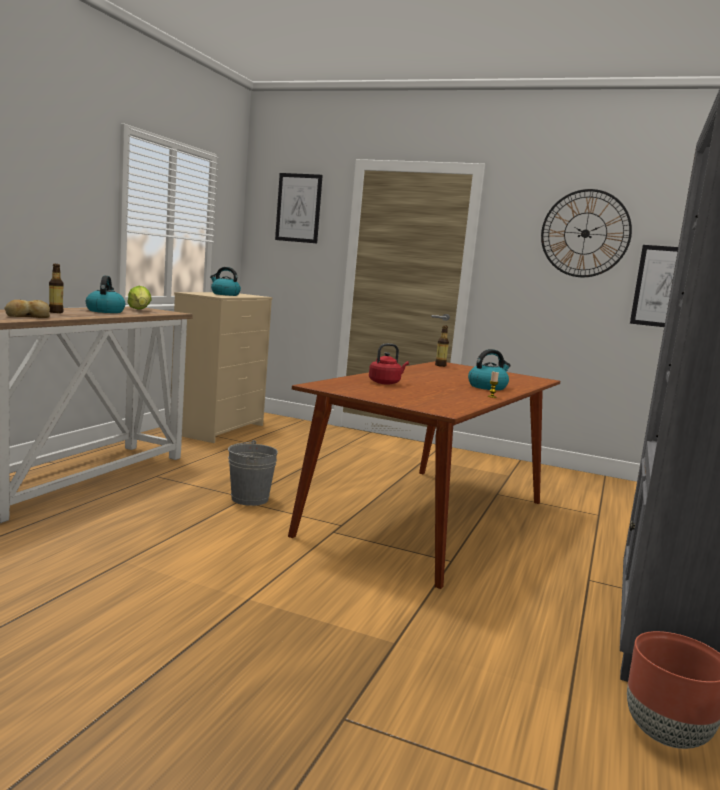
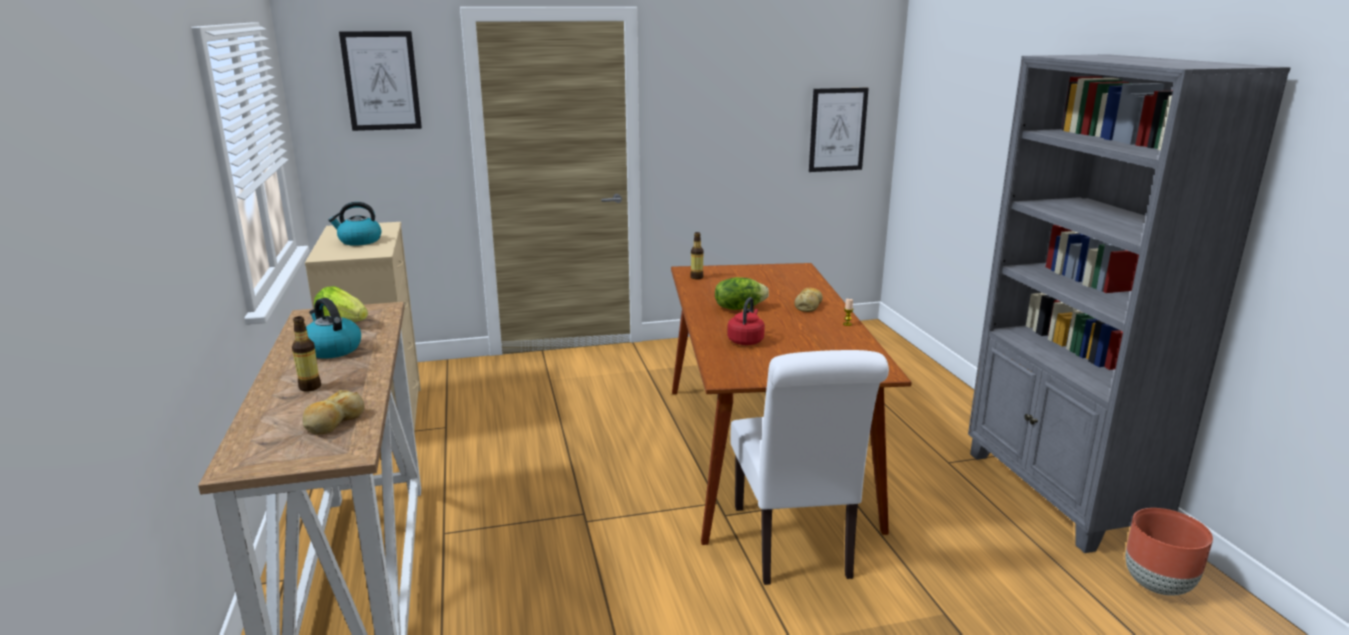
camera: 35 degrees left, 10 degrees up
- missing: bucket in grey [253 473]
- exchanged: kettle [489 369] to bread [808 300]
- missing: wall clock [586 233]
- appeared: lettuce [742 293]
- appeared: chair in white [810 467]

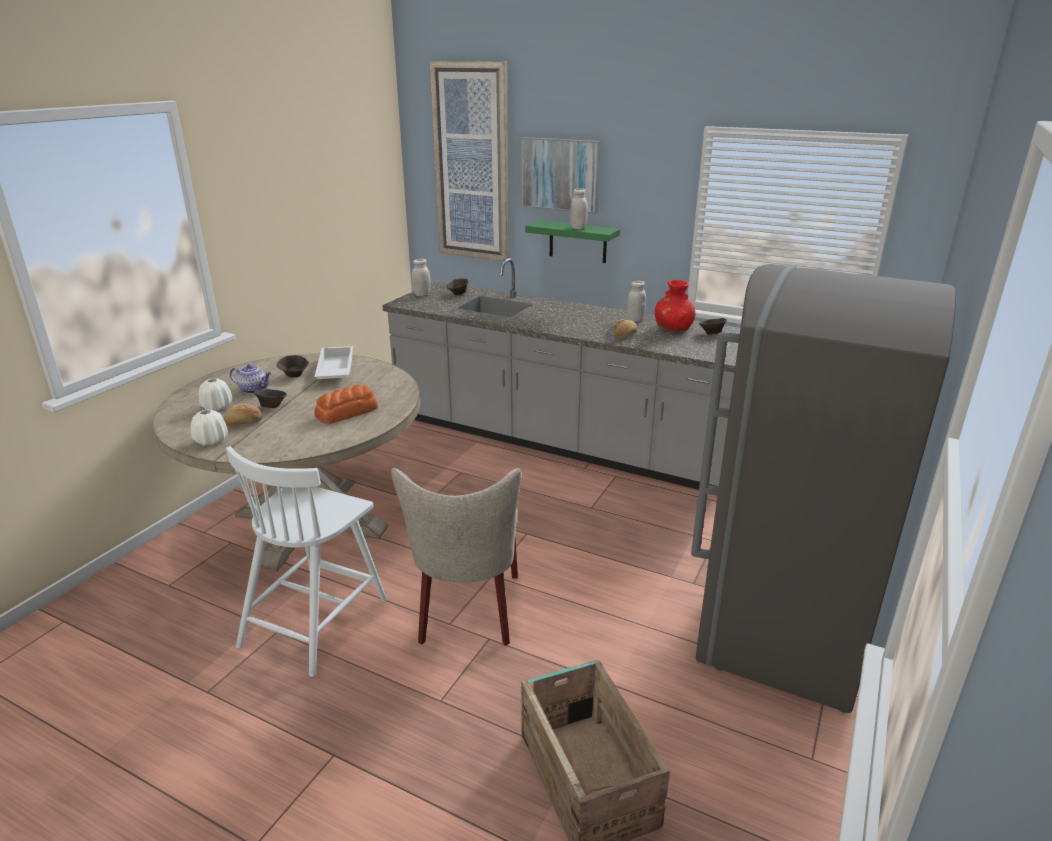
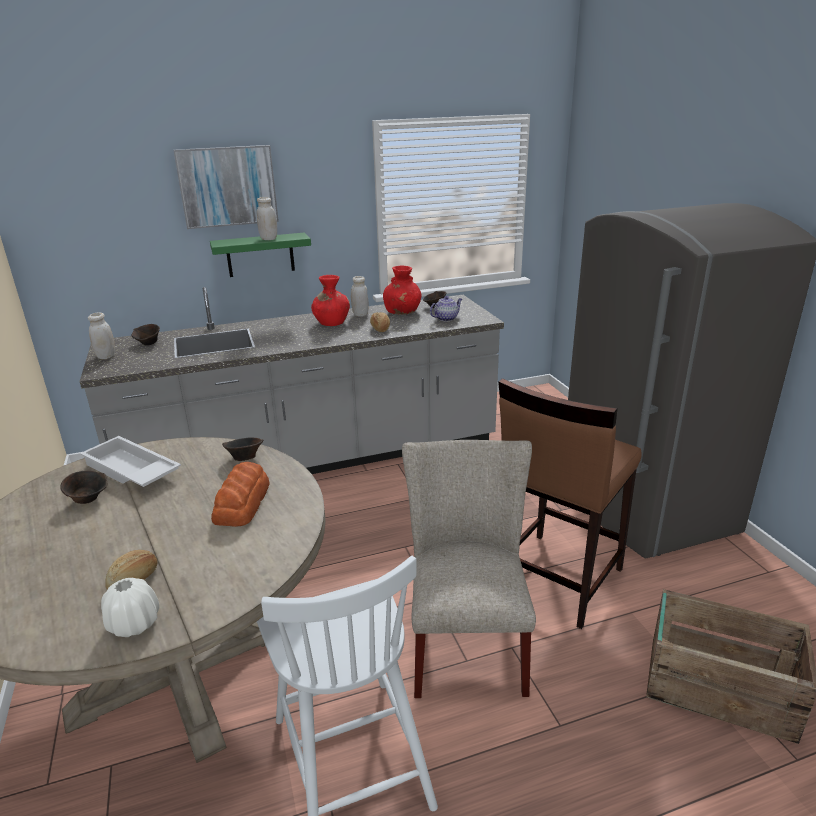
camera: 45 degrees left, 0 degrees up
- missing: vase in white [215 394]
- relocated: teapot [250 378] to [446 308]
- relocated: bowl in brown [270 398] to [242 449]
- spun: chair in beige [456 557] = [469 569] 135 degrees counterclockwise
- missing: picture [469 161]
- appeared: vase in red [330 300]
- appeared: stool in brown [570 503]

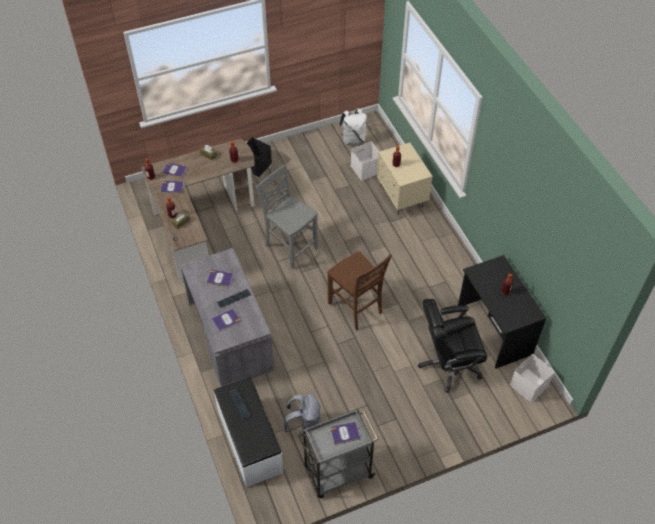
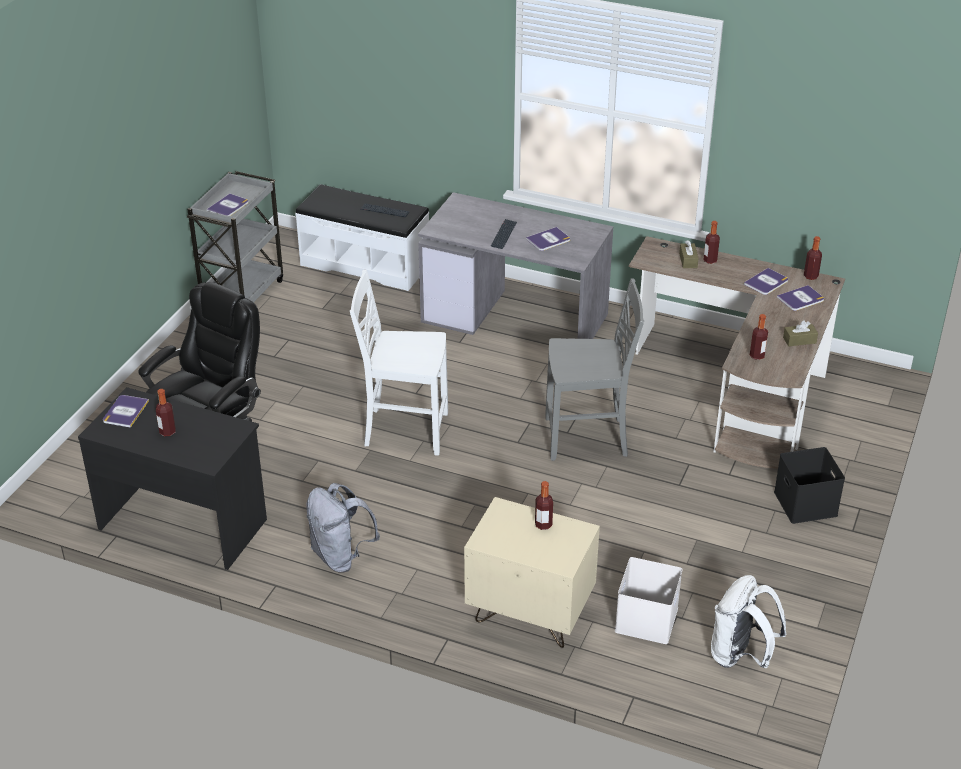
camera: 135 degrees right, 15 degrees down
- relocated: book [225 319] to [126 411]
- relocated: backpack in grey [302 415] to [343 528]
- colour: chair in brown [359 291] to chair in white [399 362]
- missing: storage box in white [532 378]

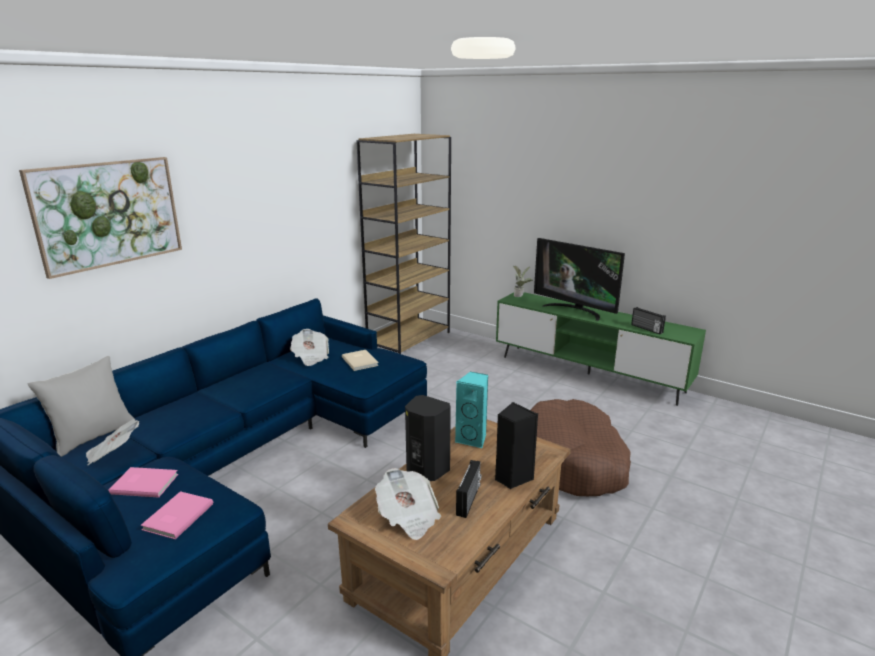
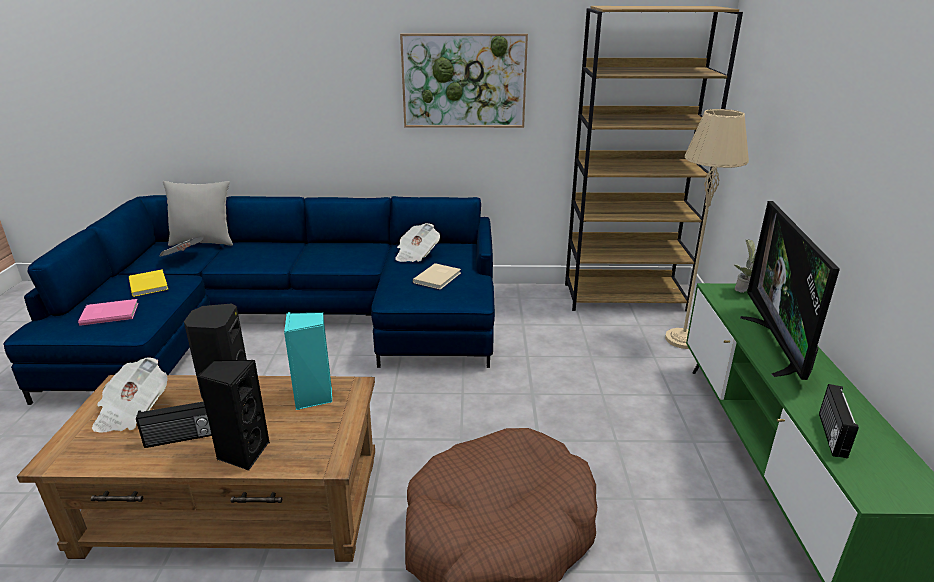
camera: 55 degrees right, 5 degrees up
- relocated: picture [100 218] to [464 81]
- colour: book in pink [143 482] to book in yellow [148 283]
- appeared: floor lamp in beige [707 229]

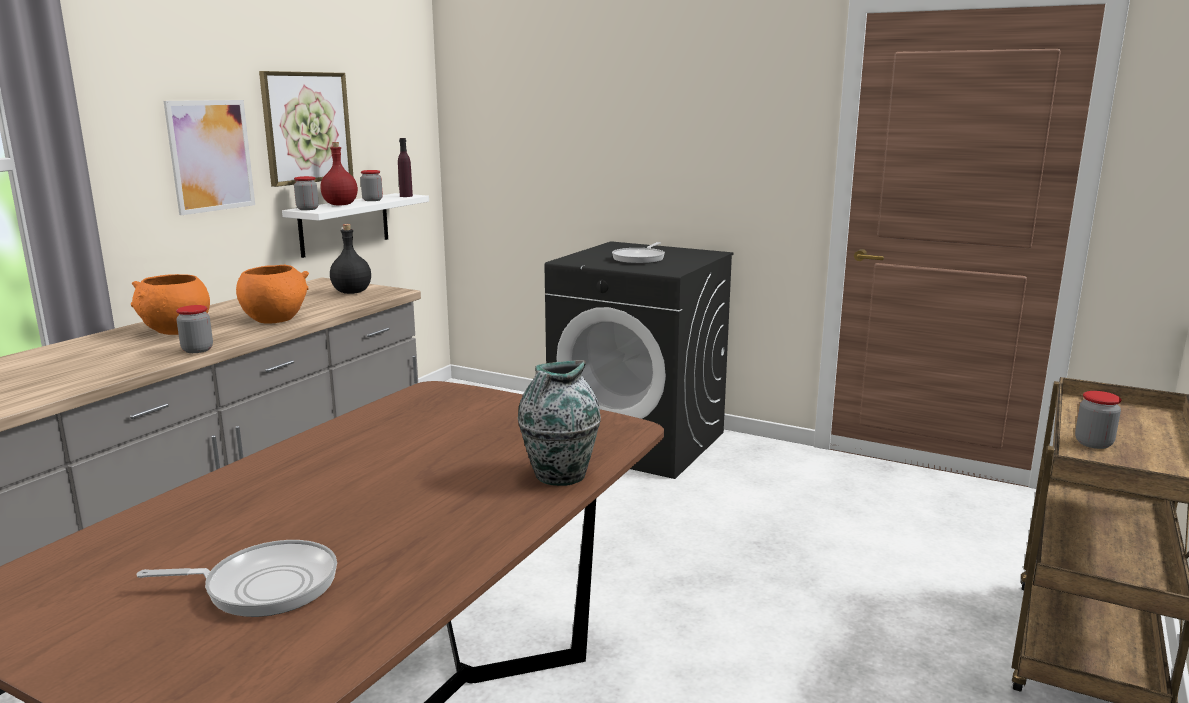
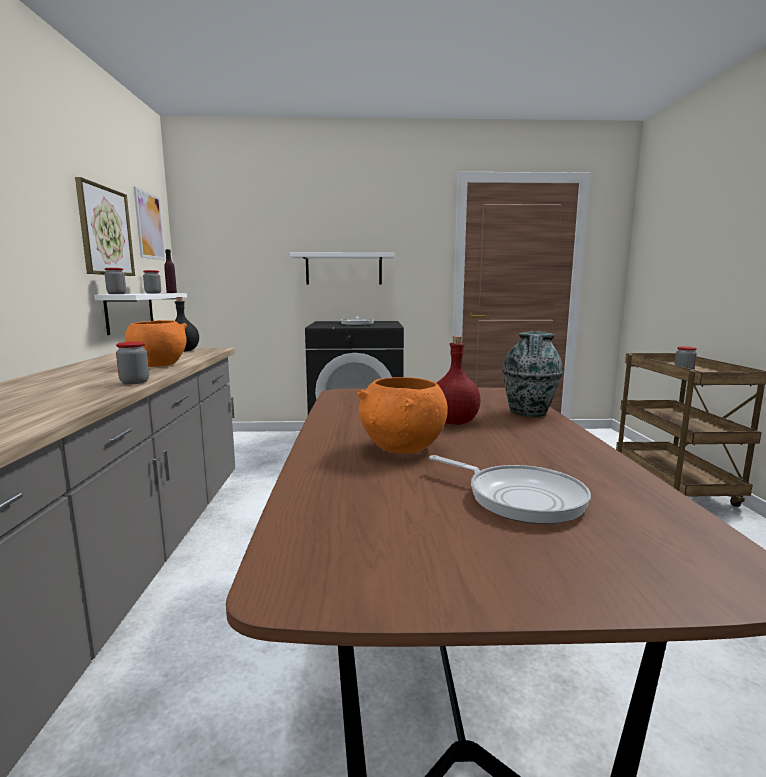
camera: 30 degrees left, 5 degrees down
- relocated: bowl in orange [170 304] to [402 415]
- spun: frying pan [236 578] = [510 489] 75 degrees clockwise
- relocated: picture [209 157] to [149 223]
- relocated: bottle in red [339 174] to [459 380]
- appeared: shelf in white [342 268]

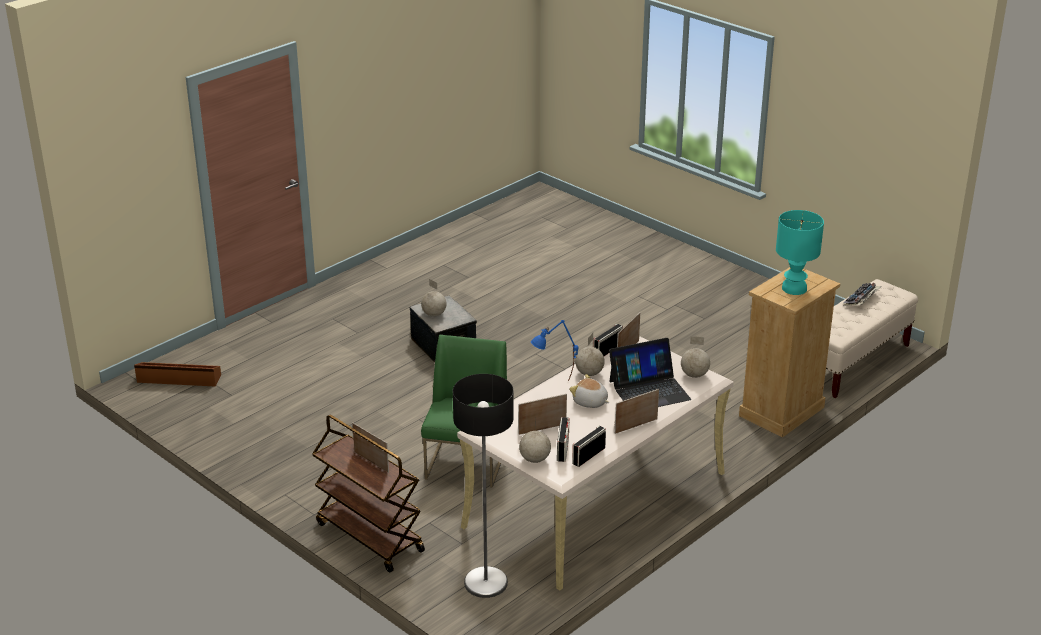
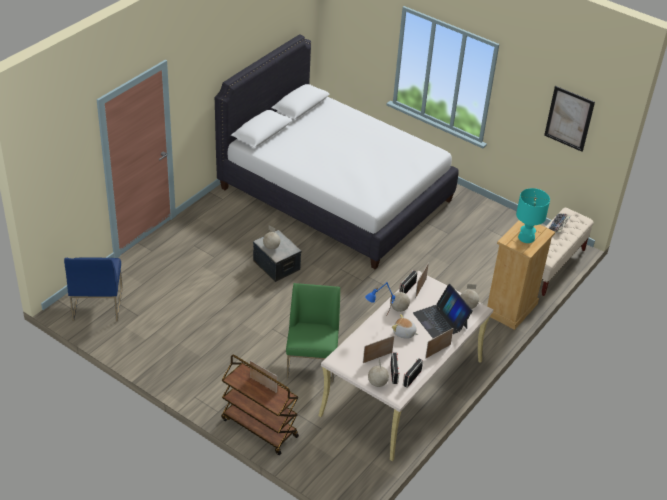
camera: 10 degrees left, 10 degrees up
- exchanged: storage box in brown [177 374] to chair in blue [93 289]
- missing: floor lamp [483 486]
- spun: laptop [650 372] = [443 311] 90 degrees clockwise
- appeared: bed in white [337 151]
- appeared: picture [569 119]

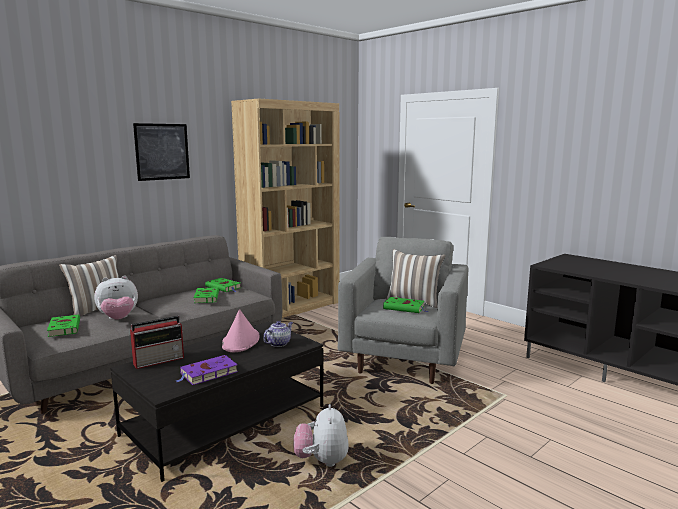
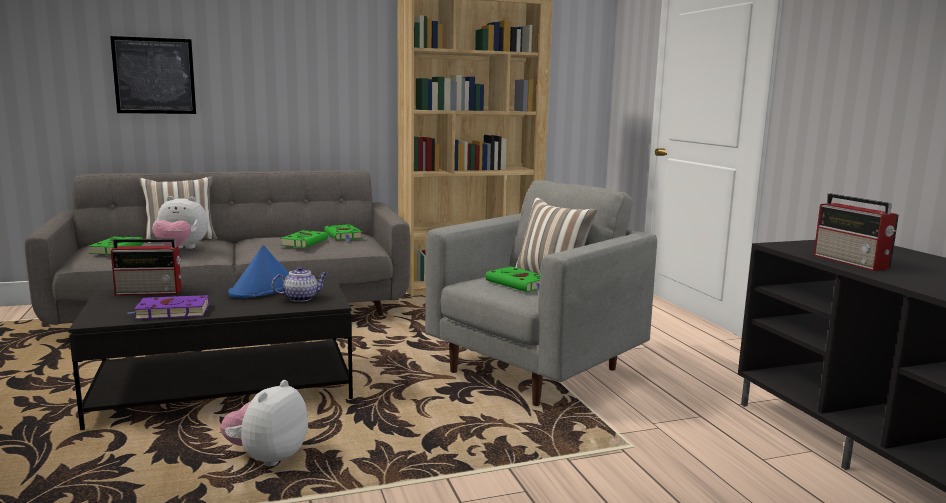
camera: 25 degrees right, 0 degrees up
- relocated: picture [161 152] to [153 75]
- colour: hat in pink [240 330] to hat in blue [258 271]
- appeared: radio [856 232]

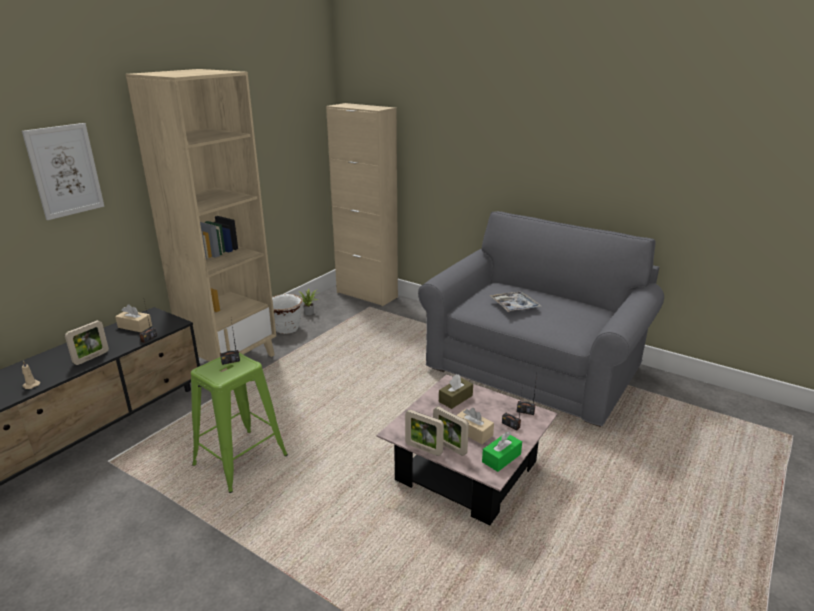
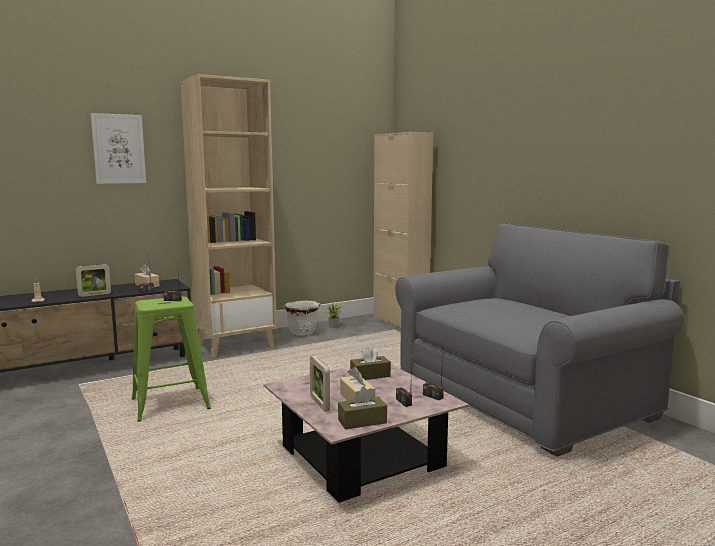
camera: 25 degrees right, 15 degrees down
- missing: picture frame [424 433]
- colour: tissue box in green [502 451] to tissue box in brown [362 408]
- missing: tray [516 301]

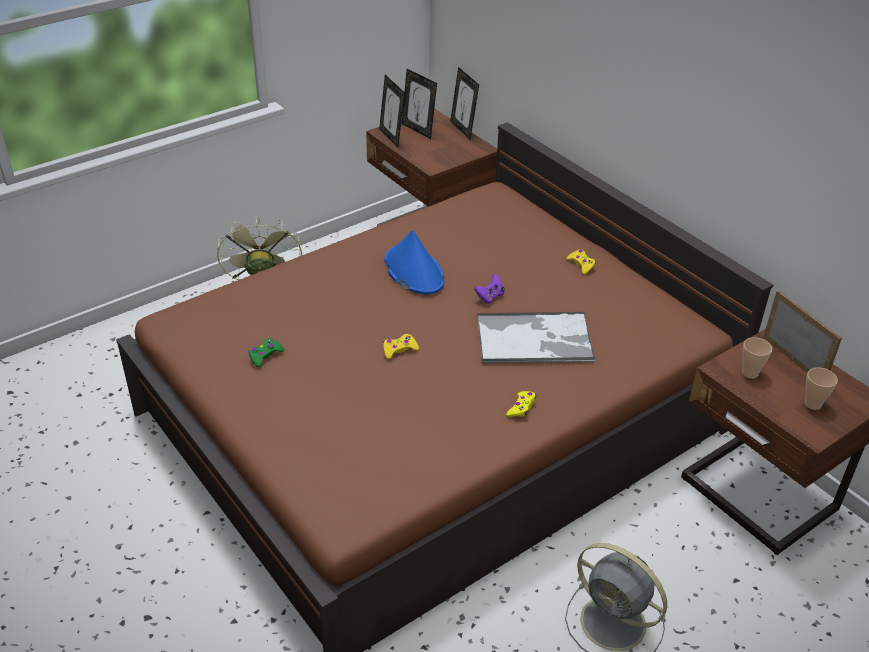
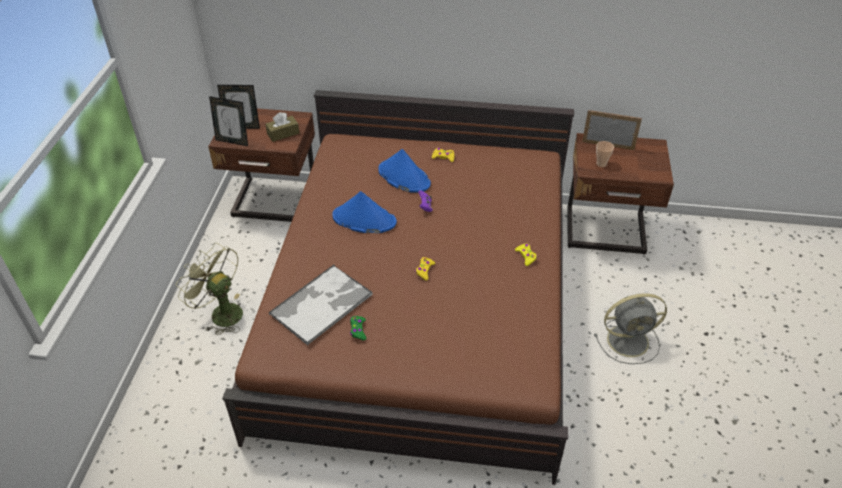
camera: 45 degrees left, 5 degrees up
- missing: picture frame [464 103]
- relocated: tray [536 337] to [321 305]
- missing: cup [821 389]
- appeared: tissue box in brown [282 127]
- appeared: hat in blue [404 171]

